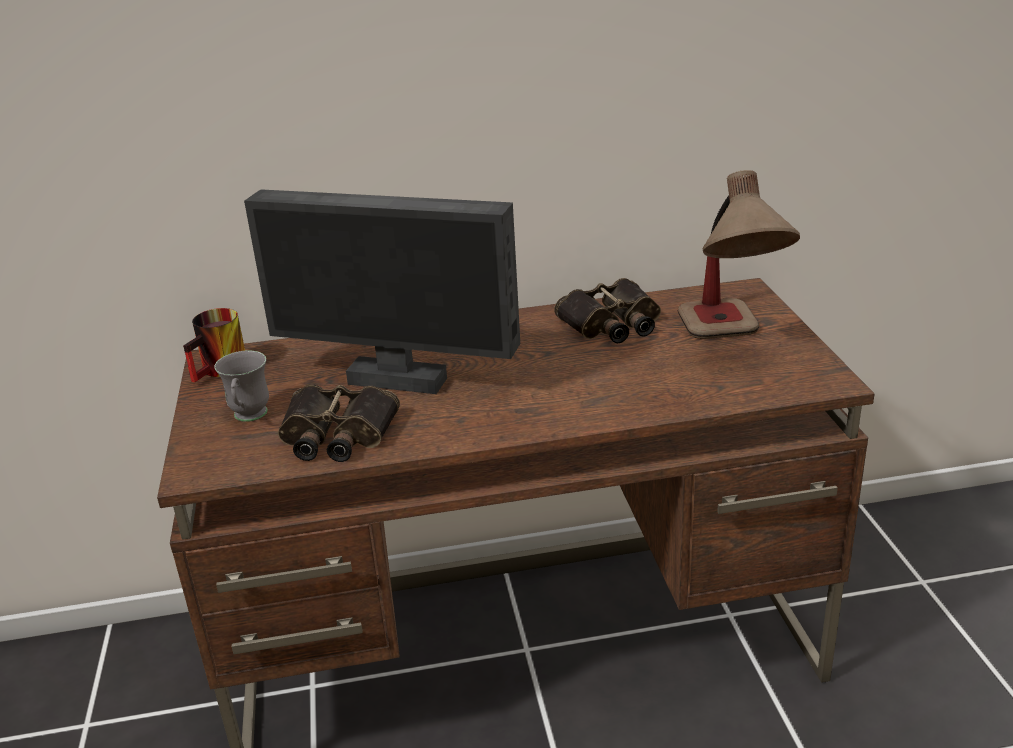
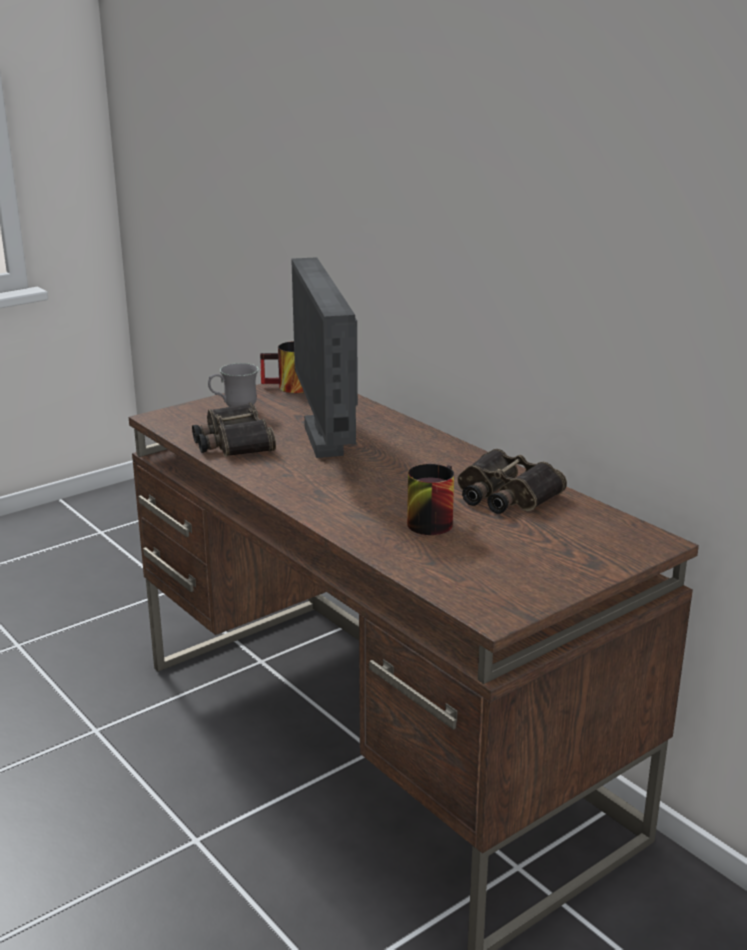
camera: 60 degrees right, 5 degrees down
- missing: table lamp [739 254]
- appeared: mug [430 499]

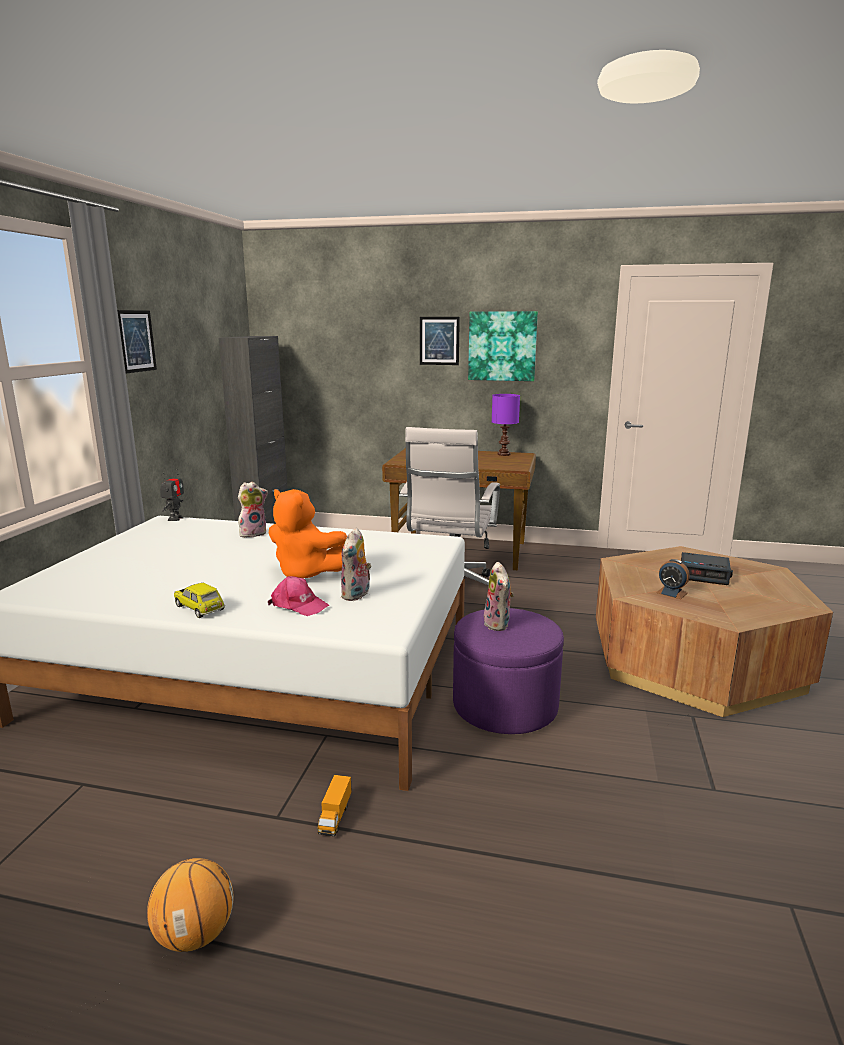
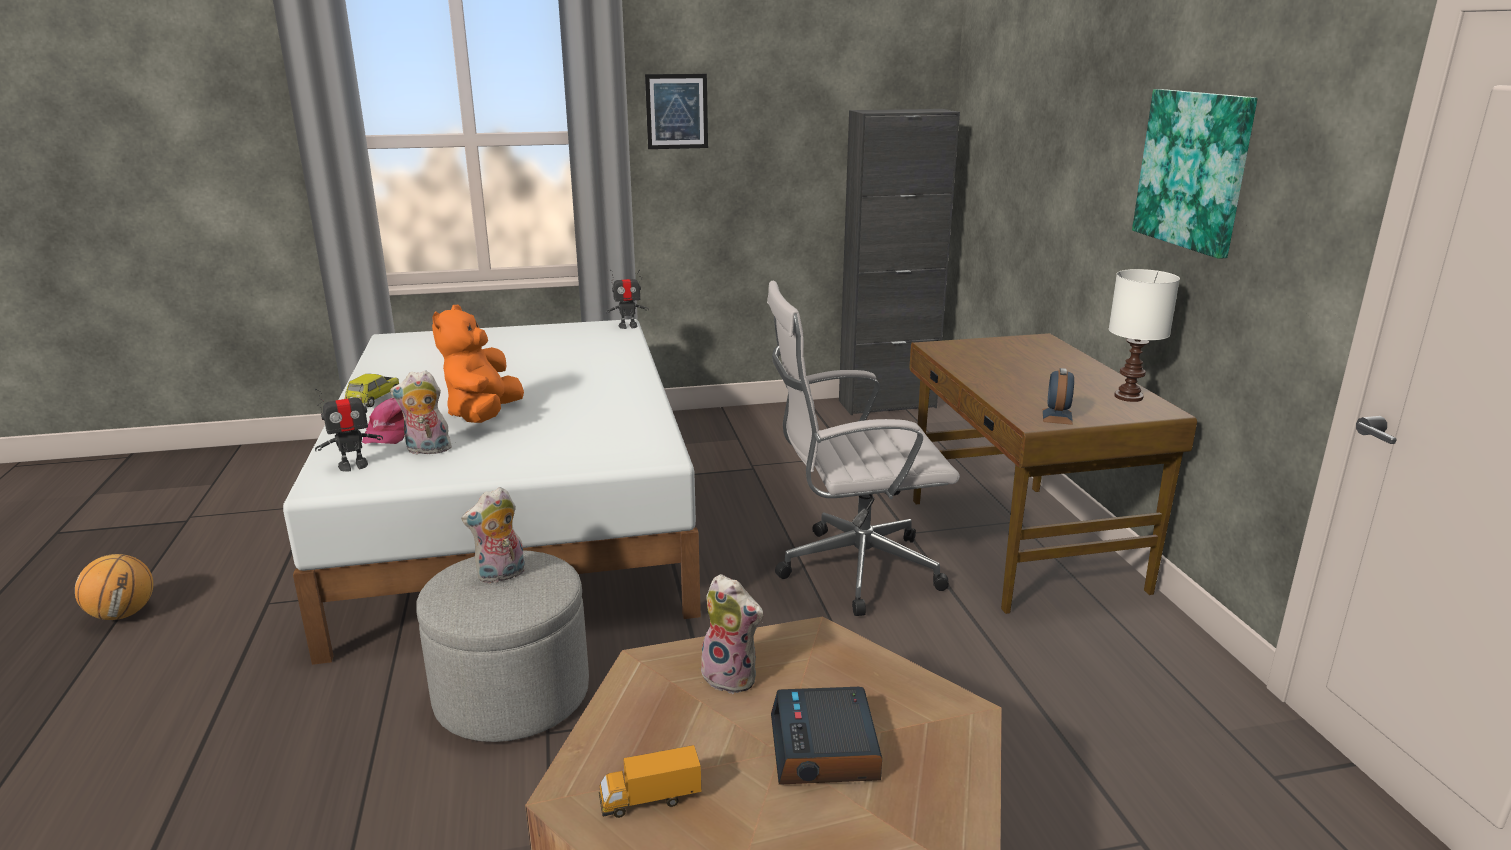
camera: 65 degrees right, 5 degrees up
- relocated: plush toy [253 509] to [730 634]
- relocated: toy truck [335 805] to [650 781]
- missing: picture [440 341]
- colour: ottoman in purple [508 671] to ottoman in grey [502 646]
- colour: table lamp in purple [506 425] to table lamp in white [1144 335]
- relocated: alarm clock [673 579] to [1058 396]
- appeared: toy robot [349 428]

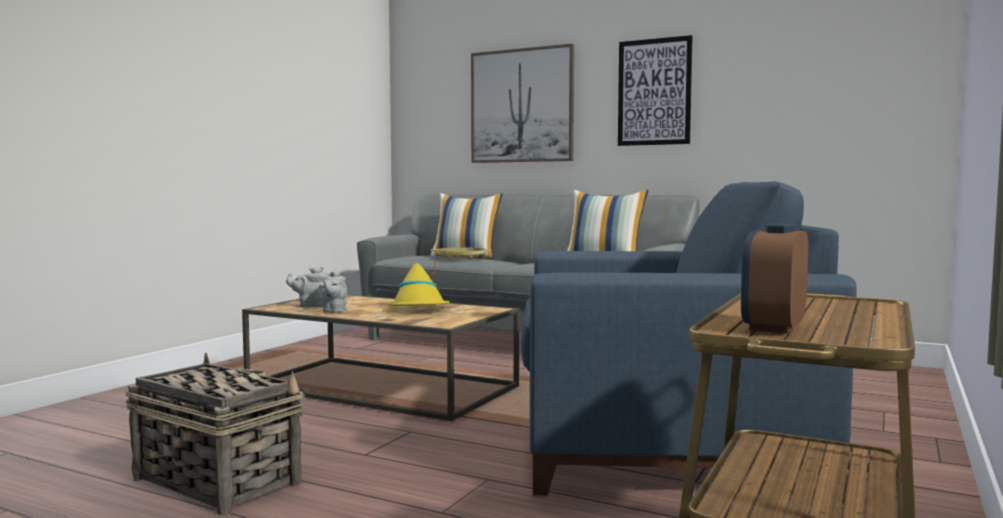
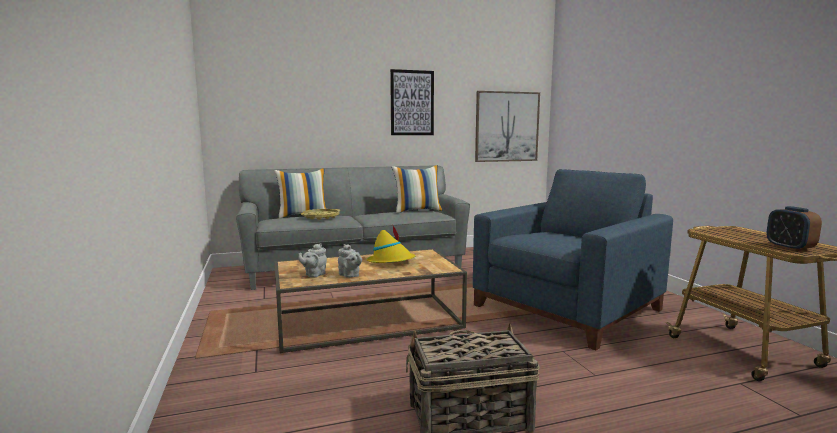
camera: 45 degrees left, 5 degrees up
- relocated: picture [522 103] to [507 126]

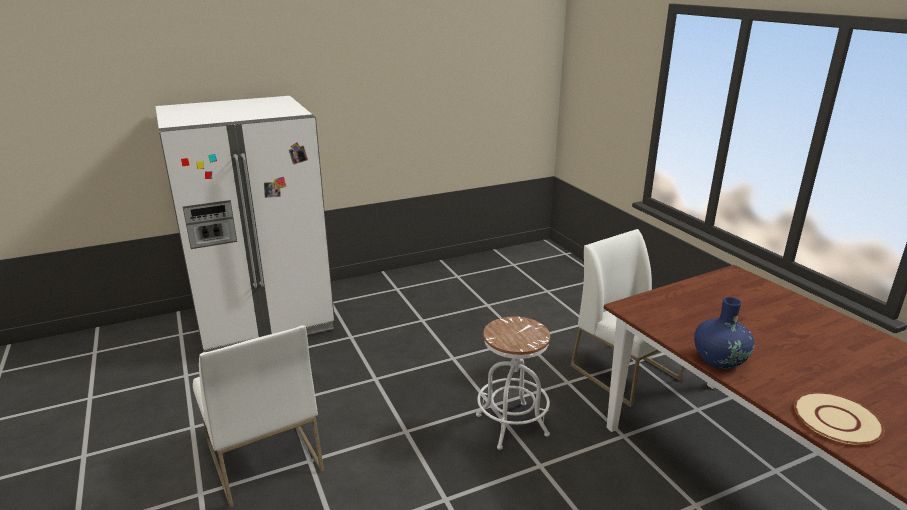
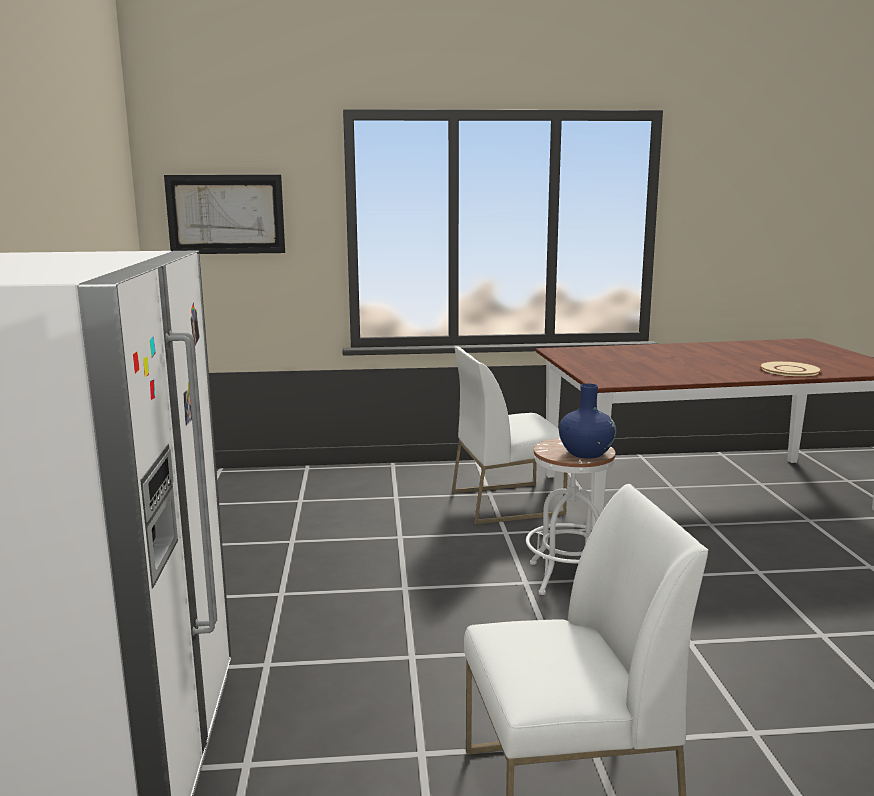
camera: 70 degrees left, 10 degrees down
- relocated: vase in blue [724 333] to [587 421]
- appeared: picture [224 214]

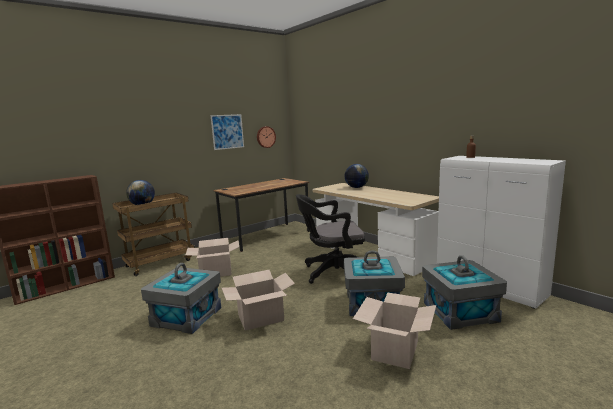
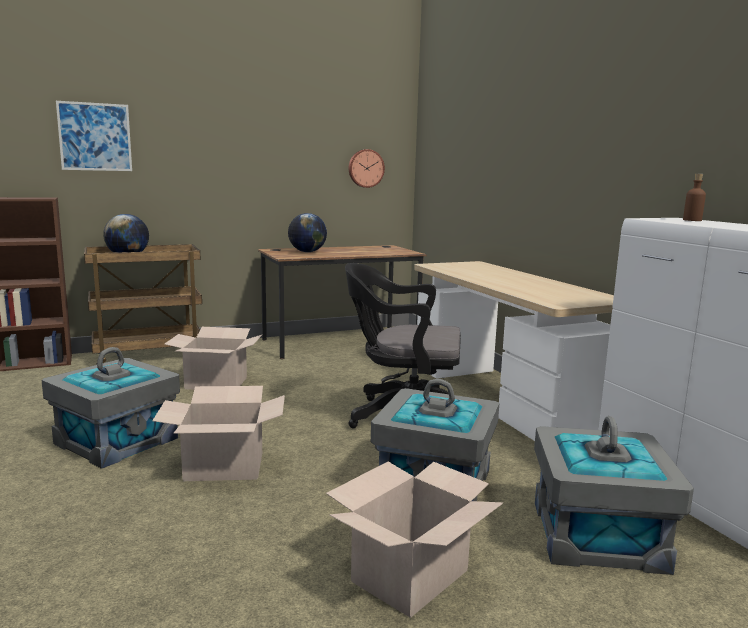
camera: 15 degrees right, 0 degrees up
- relocated: picture [227 132] to [94 136]
- relocated: globe [356 176] to [307 232]

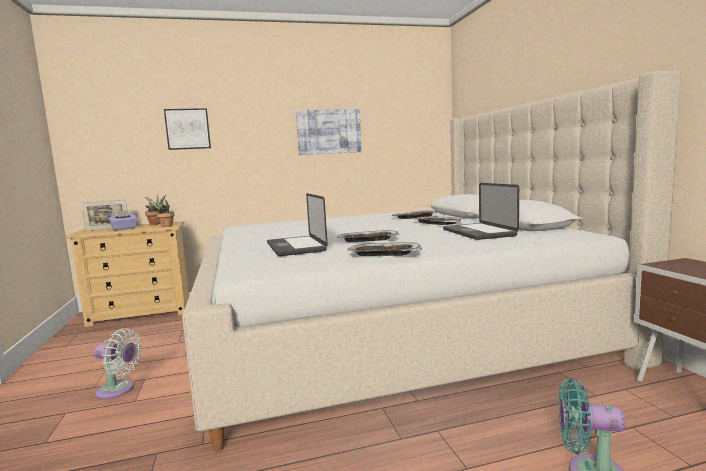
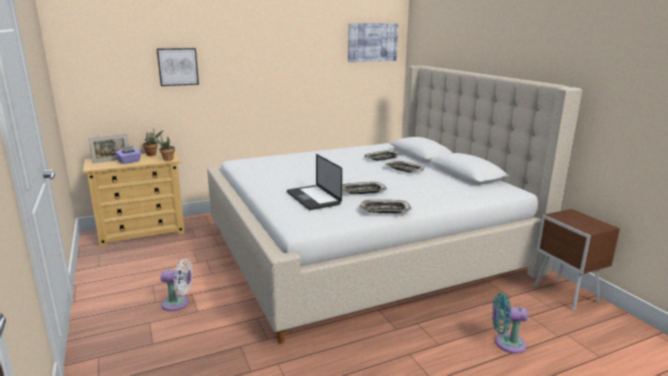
camera: 10 degrees left, 10 degrees up
- relocated: picture [329 132] to [373 42]
- missing: laptop [481 211]

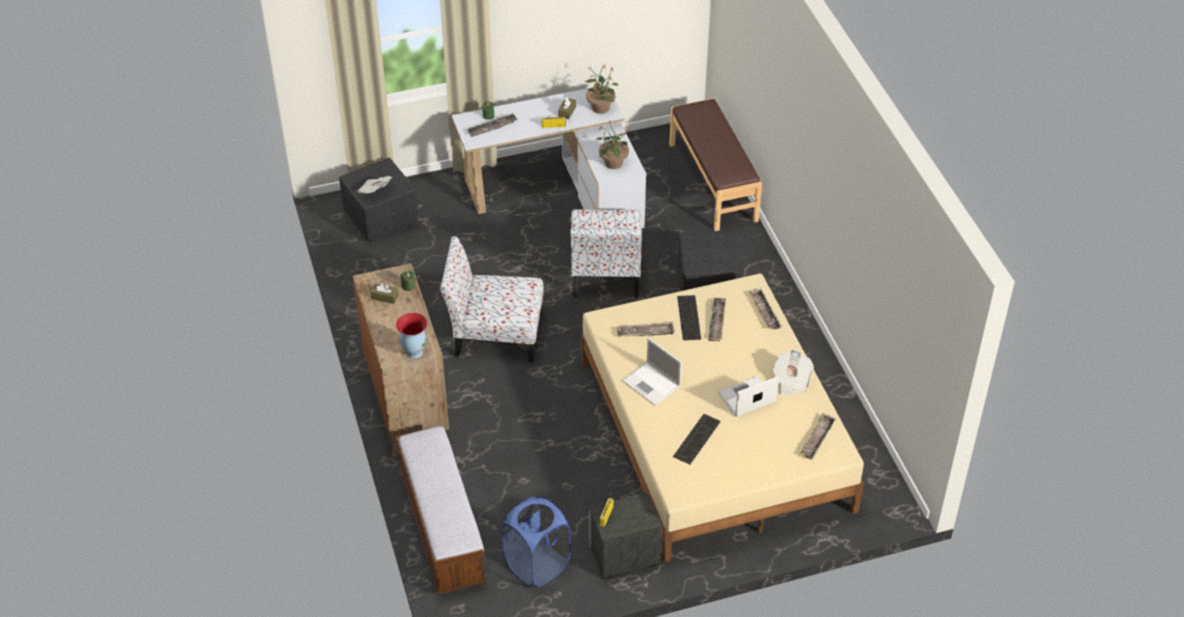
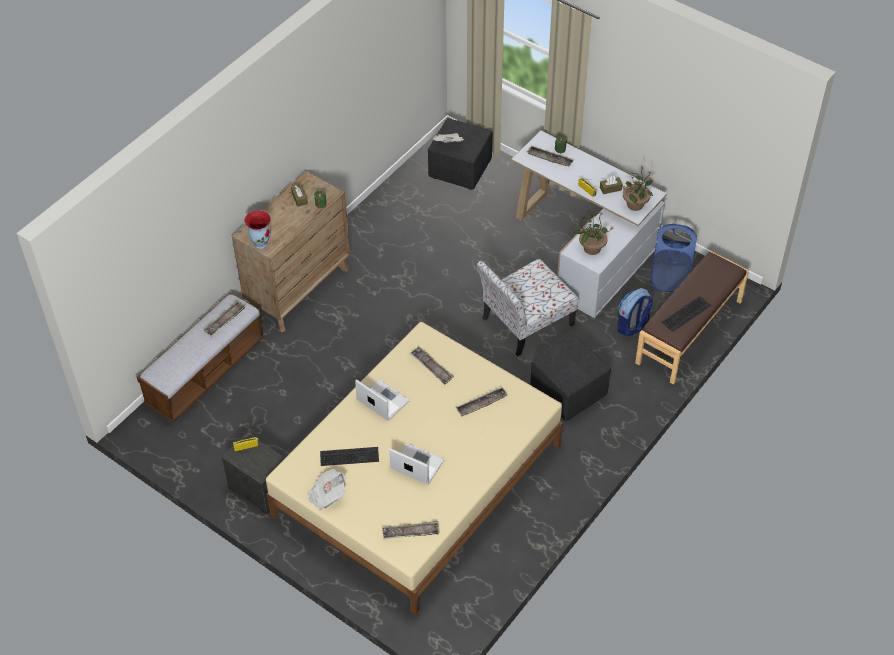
camera: 55 degrees right, 5 degrees up
- missing: chair [492 299]
- relocated: laundry basket in blue [536 542] to [673 258]
- spun: laptop [652 372] = [382 400] 120 degrees clockwise
- relocated: keyboard [689 317] to [686 314]
- relocated: tray [765 309] to [224 318]
- relocated: newspaper [793 372] to [326 490]
- appeared: backpack [635 312]

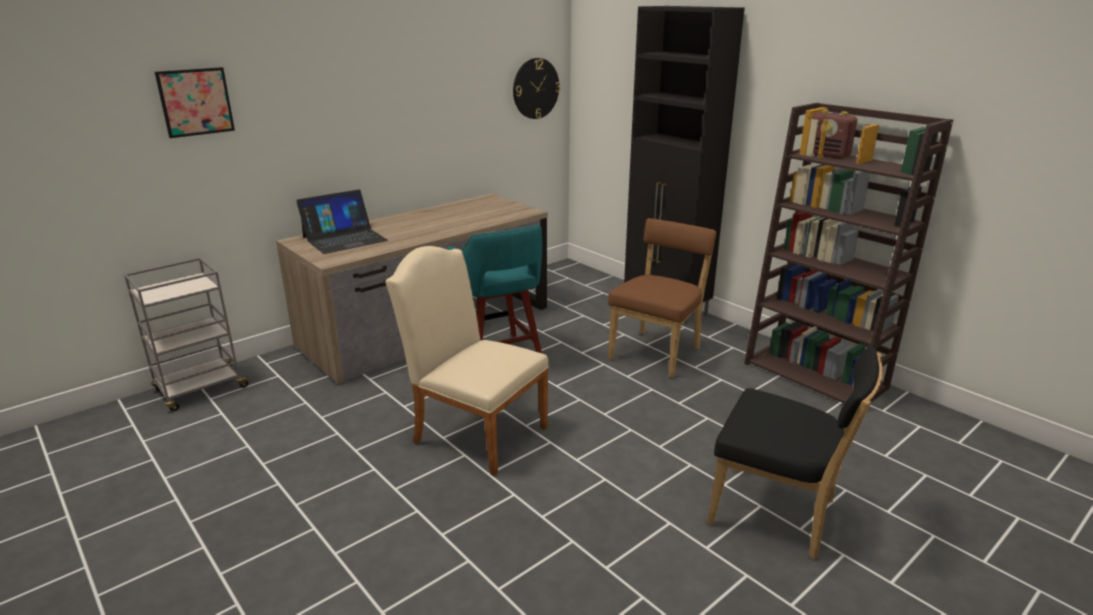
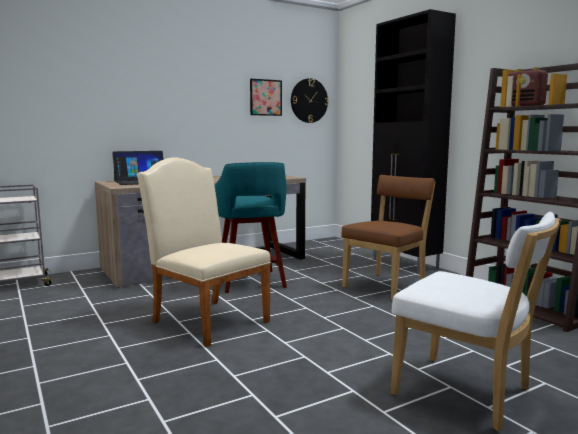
camera: 10 degrees right, 15 degrees down
- relocated: picture [195 102] to [266 97]
- colour: chair in black [795 452] to chair in white [476 321]

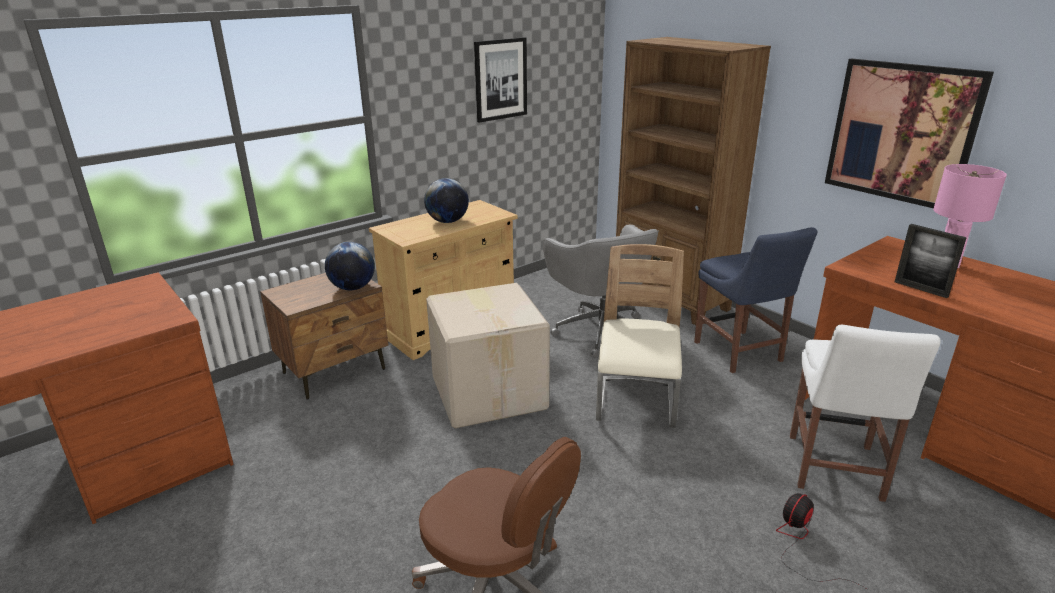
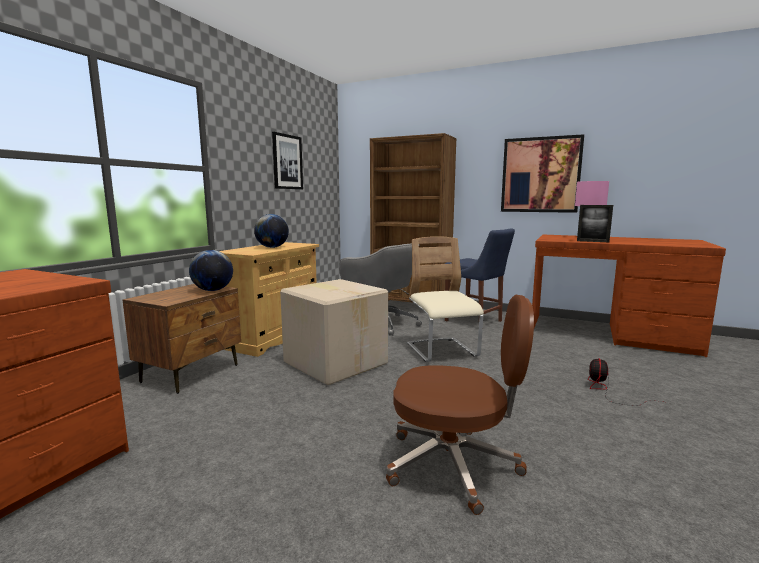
camera: 25 degrees left, 15 degrees down
- missing: chair in white [865 413]

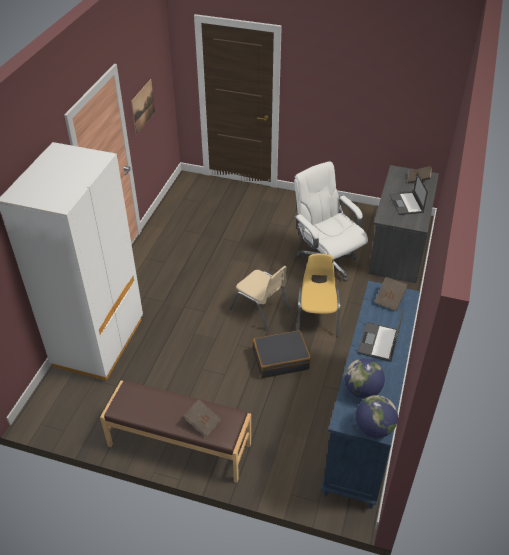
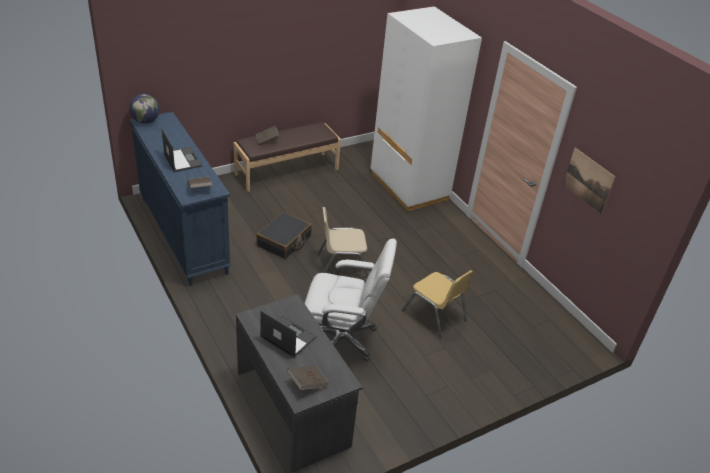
camera: 130 degrees right, 5 degrees down
- relocated: chair in yellow [319 295] to [437 304]
- missing: globe [364 378]

